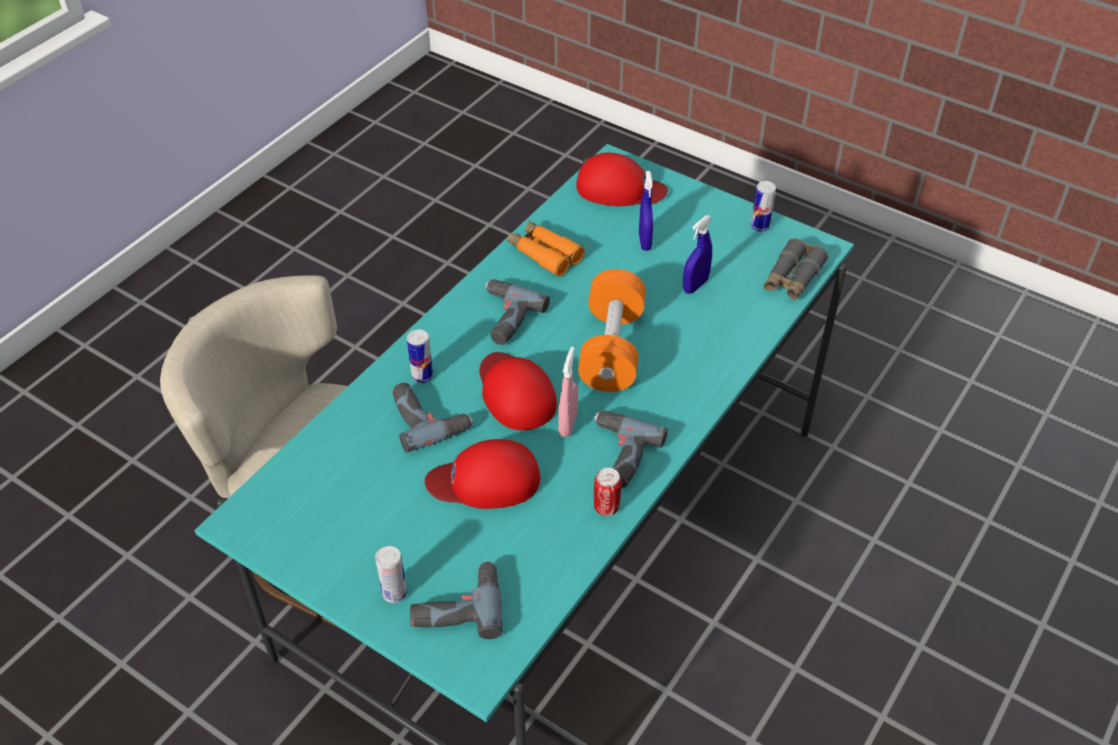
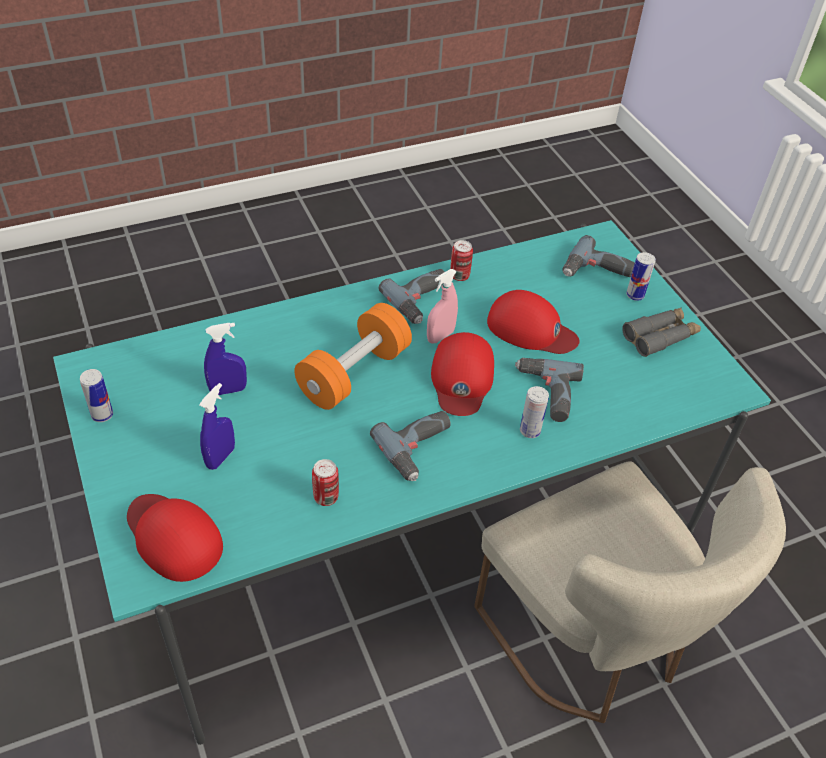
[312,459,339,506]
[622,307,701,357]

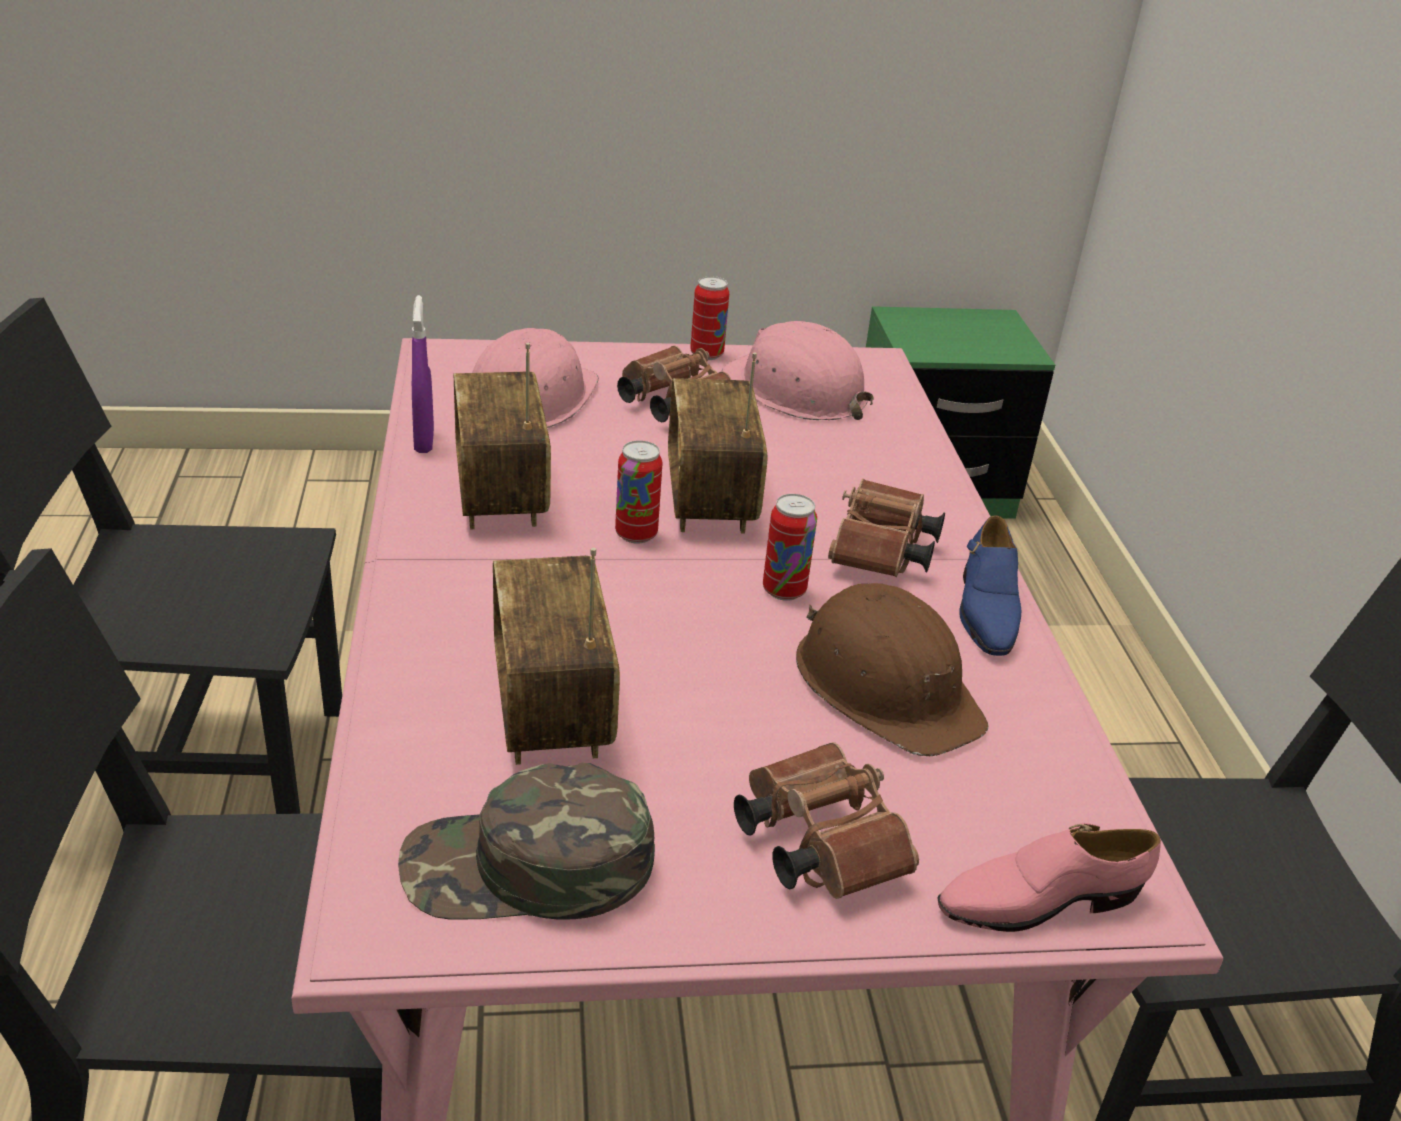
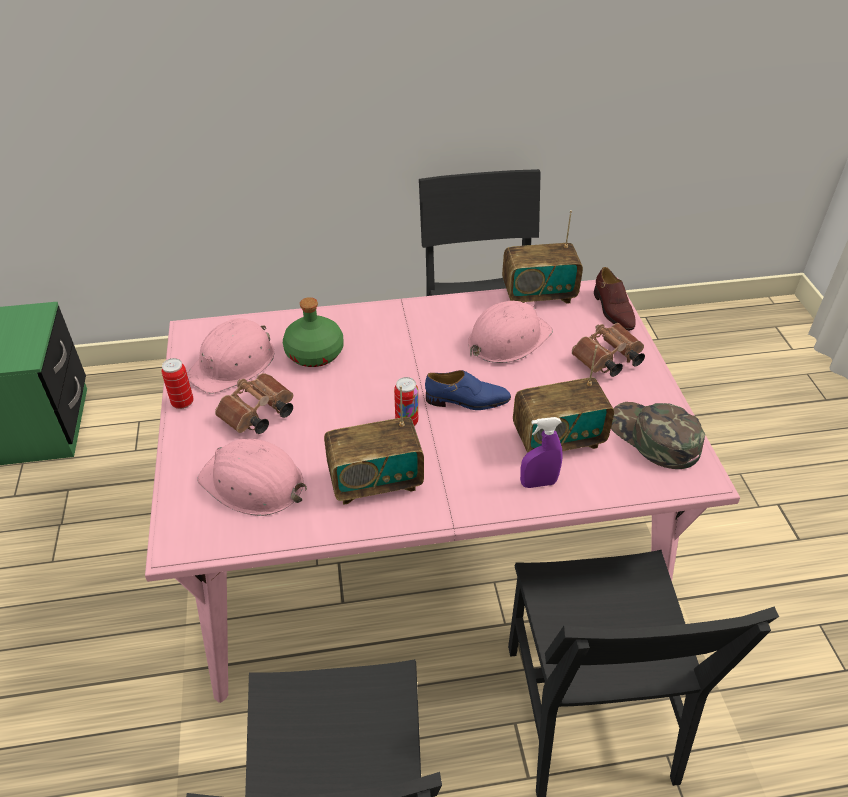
[611,402,705,469]
[520,417,563,488]
[502,210,583,304]
[763,494,817,601] (first image)
[468,301,553,363]
[828,479,945,577] (first image)
[594,267,636,331]
[425,370,511,410]
[283,297,344,367]

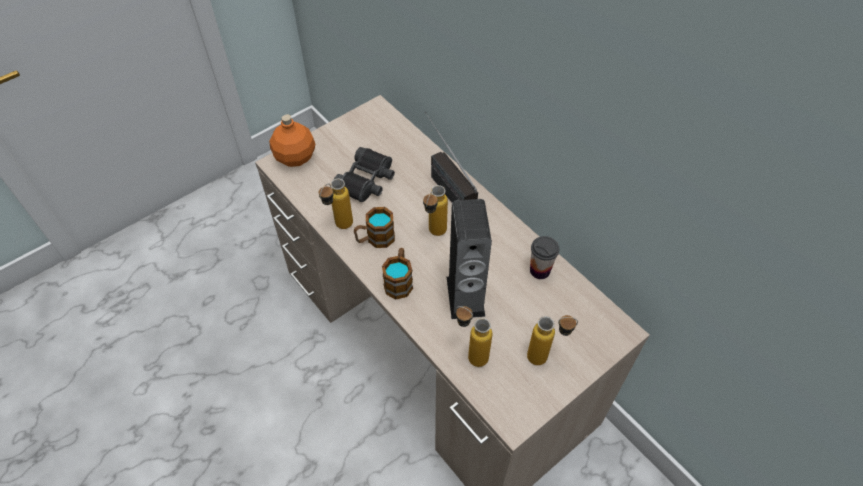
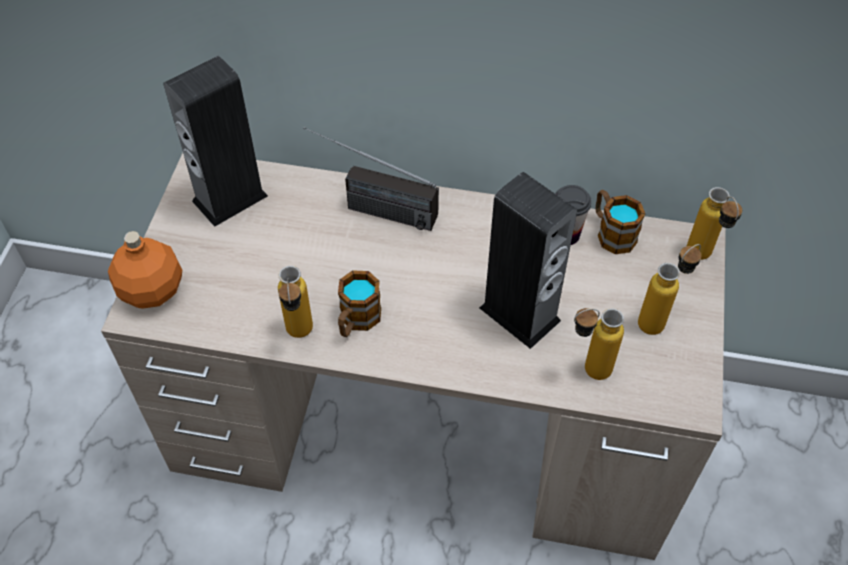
[334,147,395,202] (first image)
[595,190,645,254]
[687,187,743,260]
[163,56,268,227]

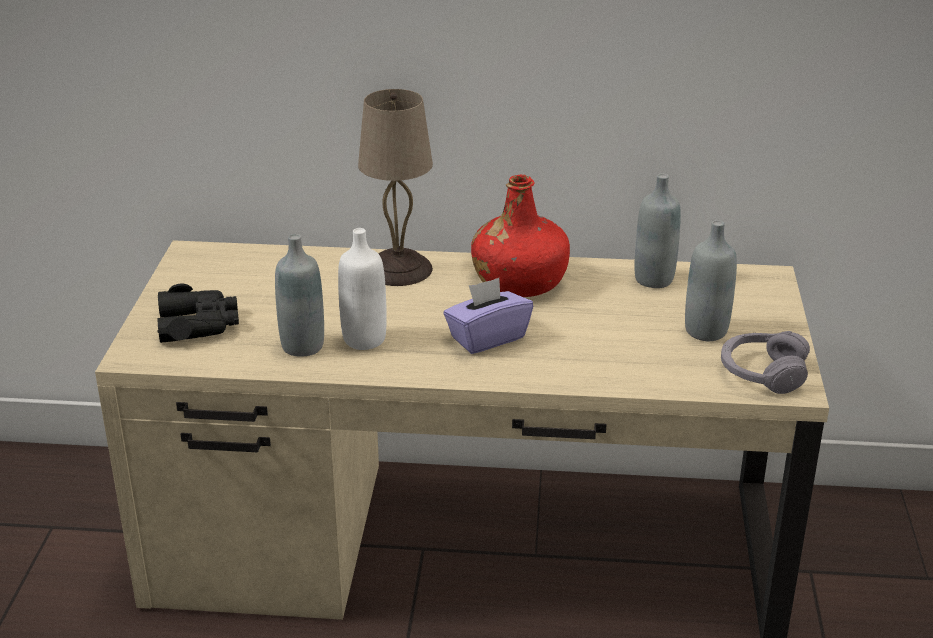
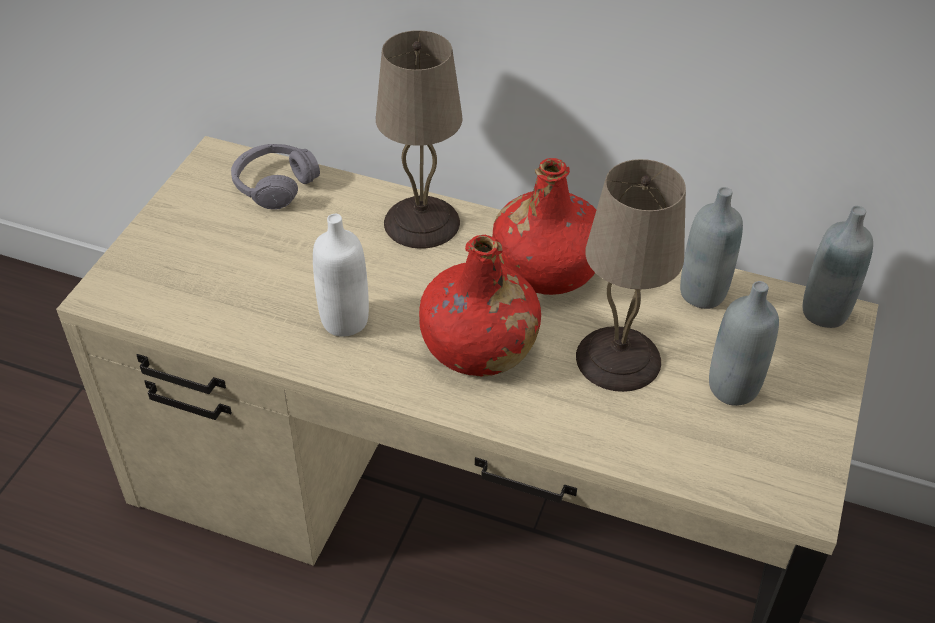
[157,283,239,343] (first image)
[803,206,873,328]
[419,235,541,377]
[231,144,320,210]
[576,159,686,392]

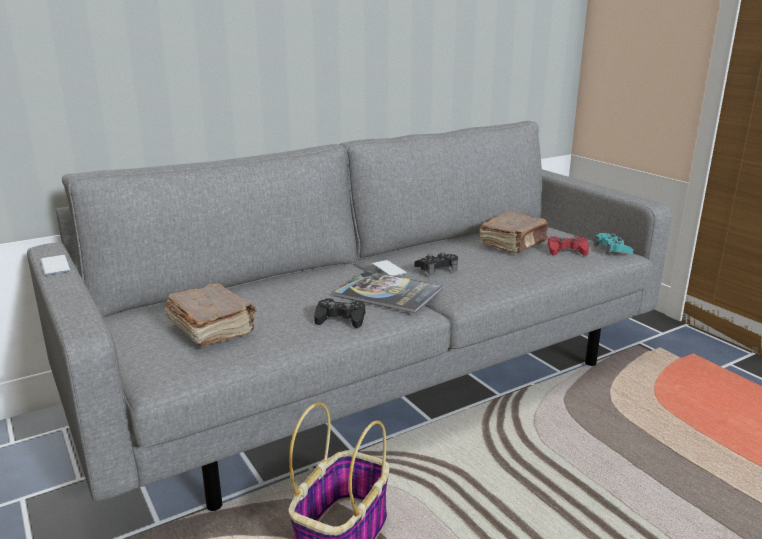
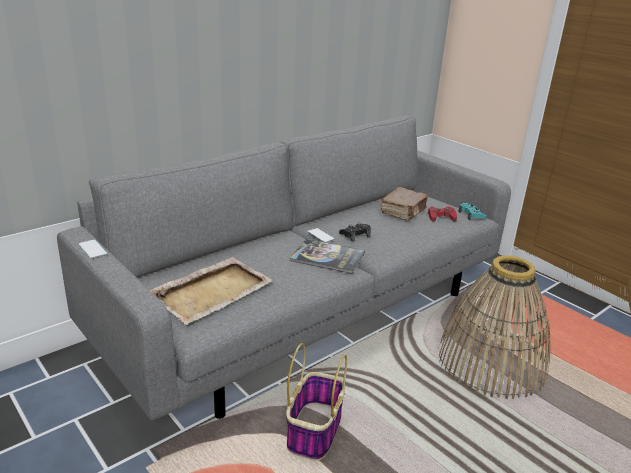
[150,257,273,325]
[314,298,366,328] (first image)
[438,255,551,399]

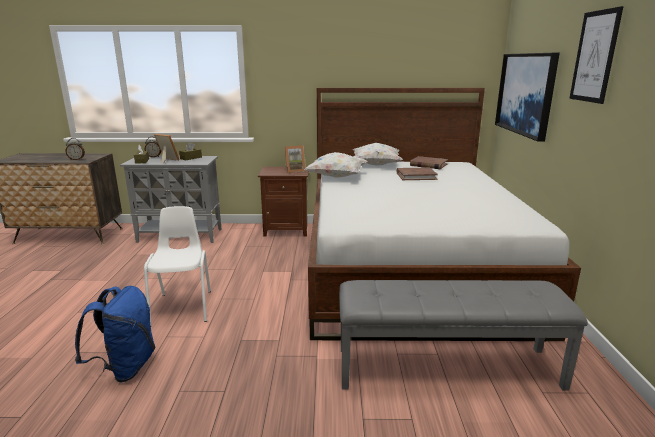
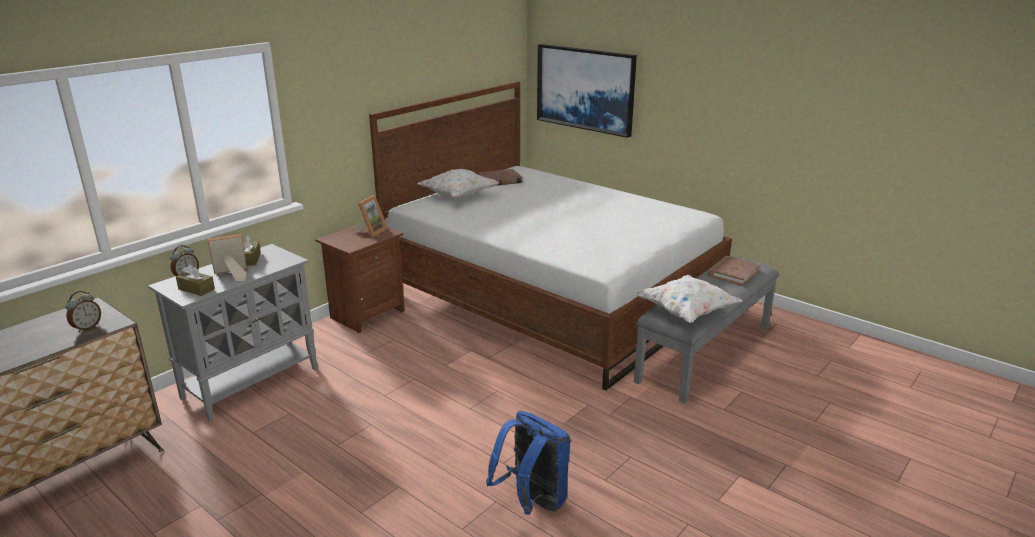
[144,206,211,326] (first image)
[635,275,742,323]
[708,256,760,286]
[569,6,624,104] (first image)

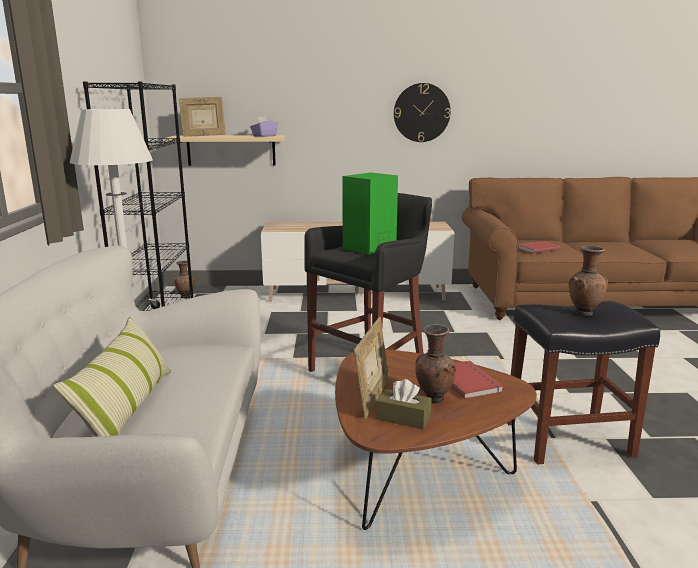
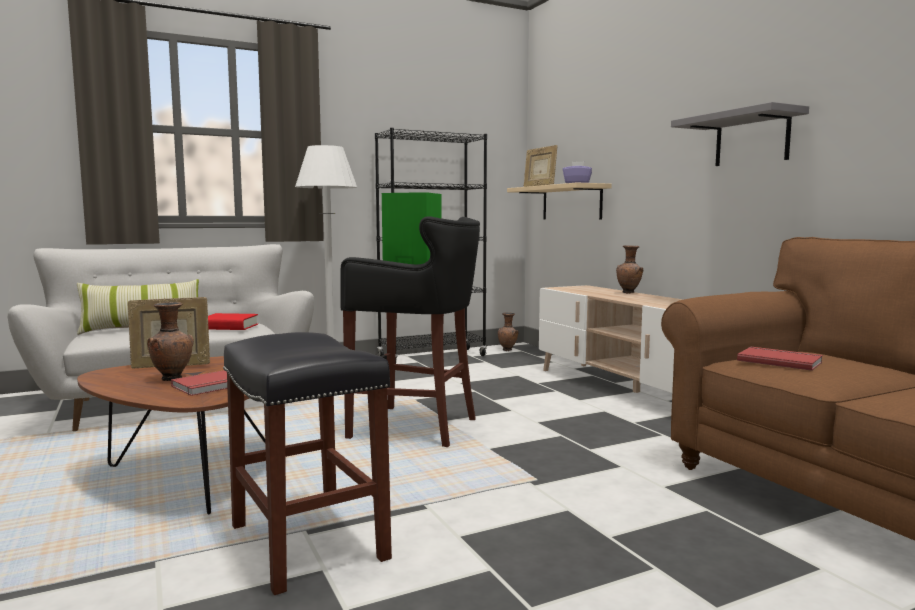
[376,379,432,429] (first image)
[671,102,809,166]
[616,245,643,293]
[208,313,258,330]

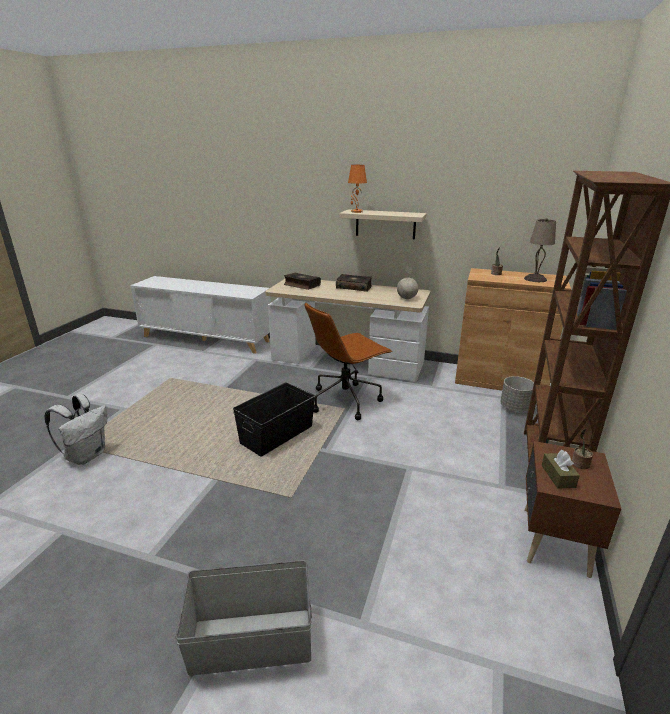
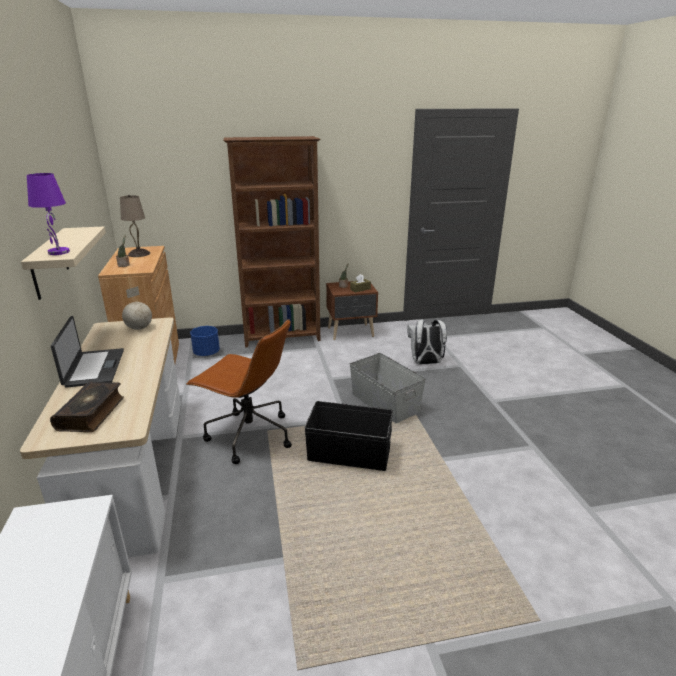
[407,320,447,364]
[350,353,426,423]
[51,316,124,388]
[27,173,70,255]
[190,326,220,356]

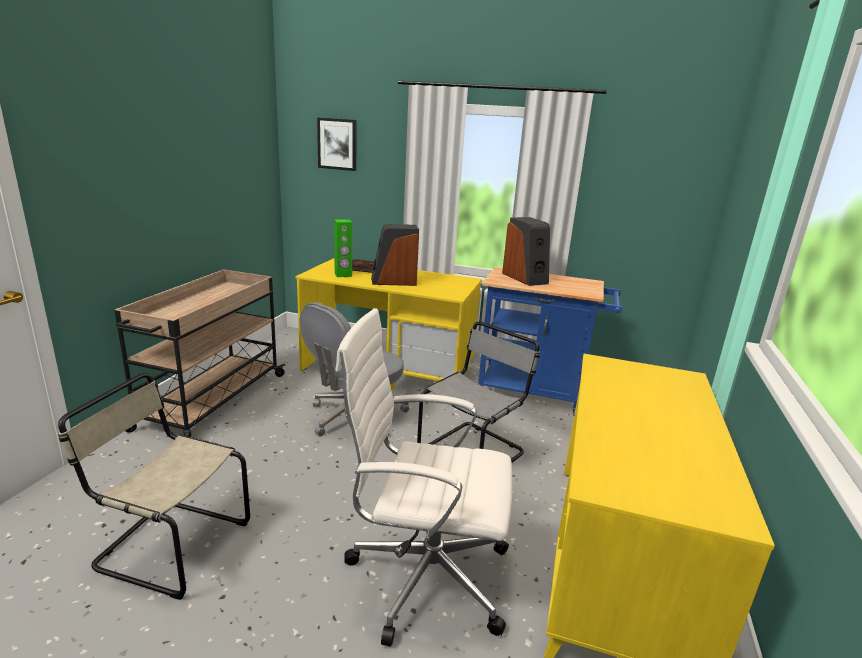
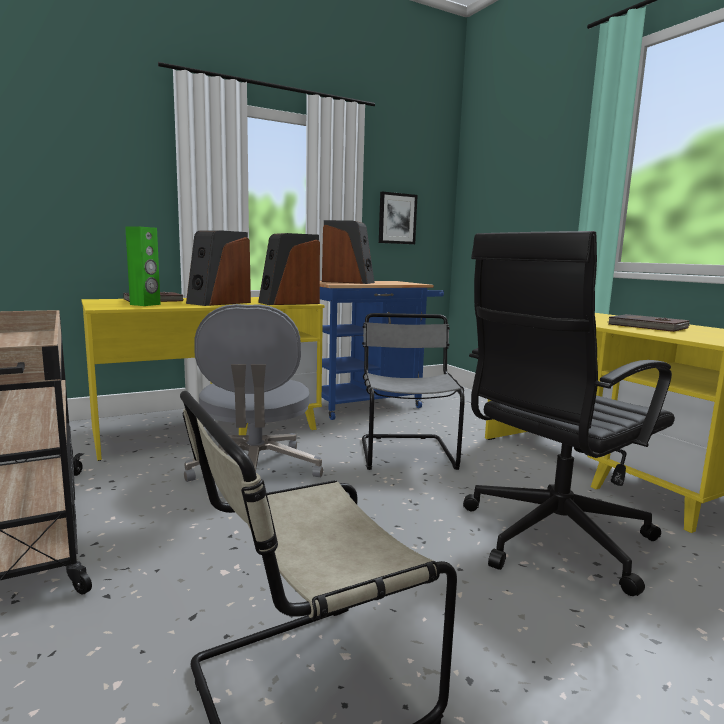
[379,191,418,244]
[463,231,675,596]
[258,233,320,305]
[608,314,690,332]

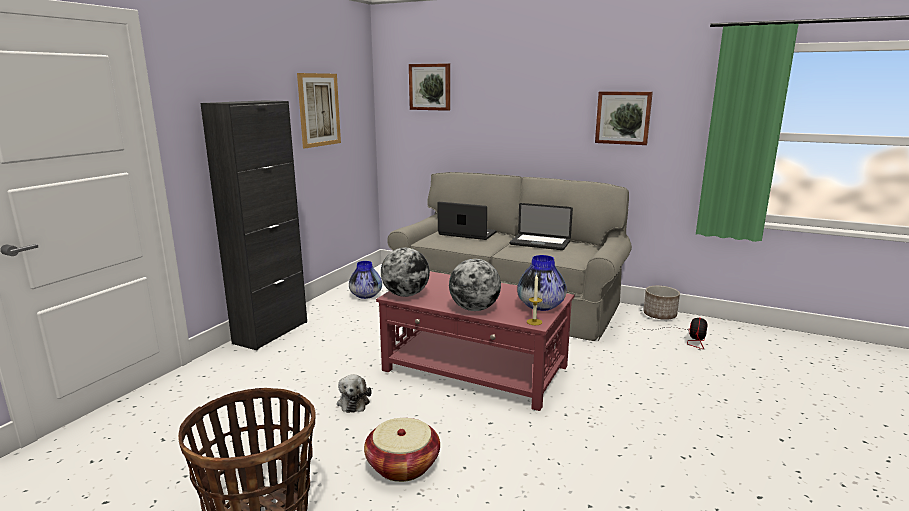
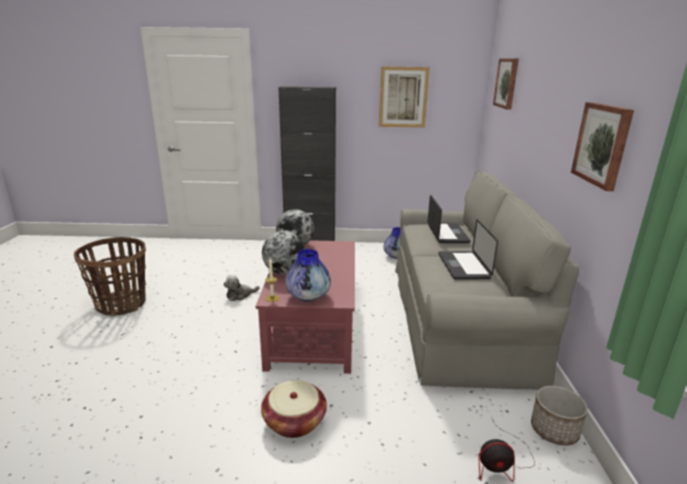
[261,380,327,438]

